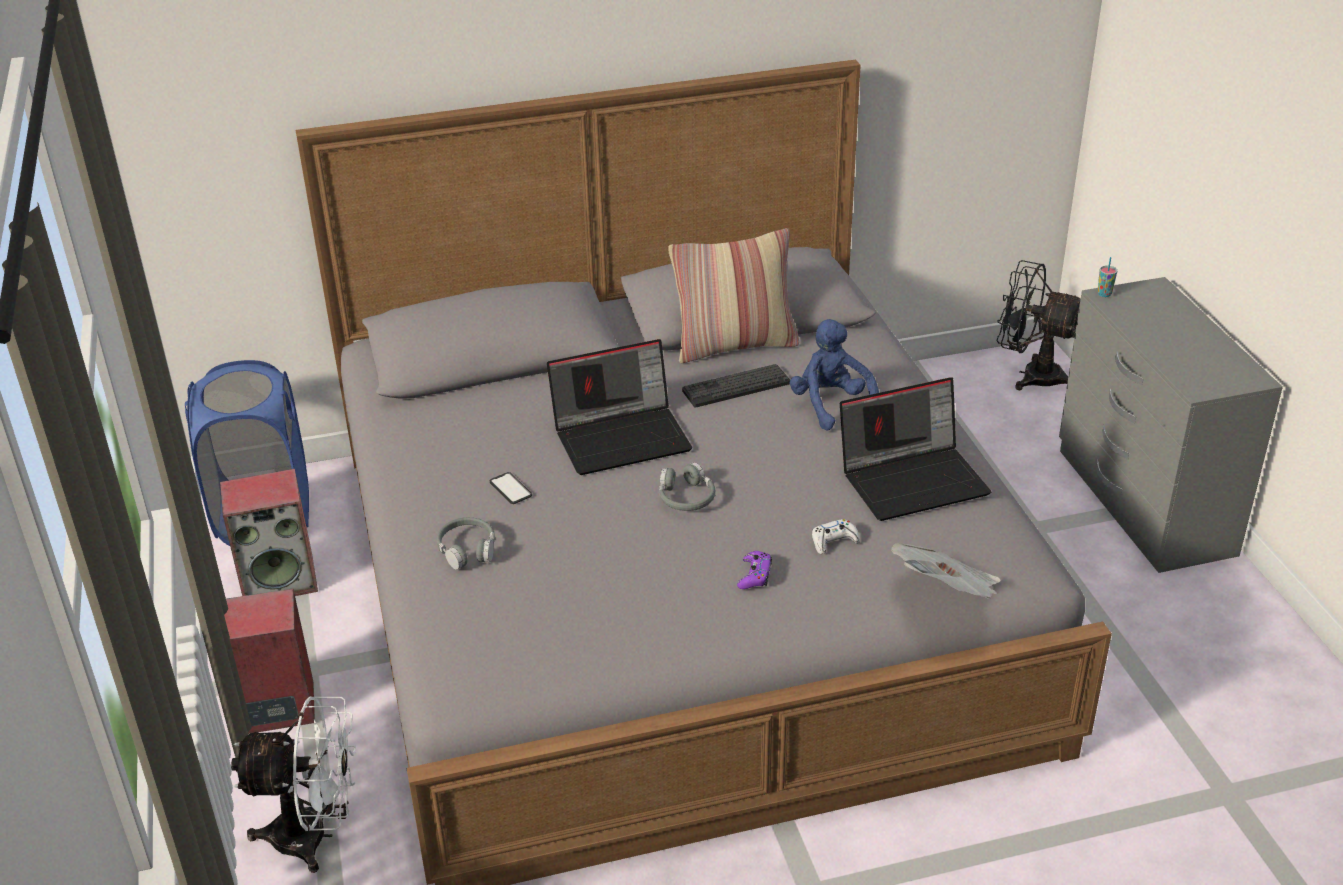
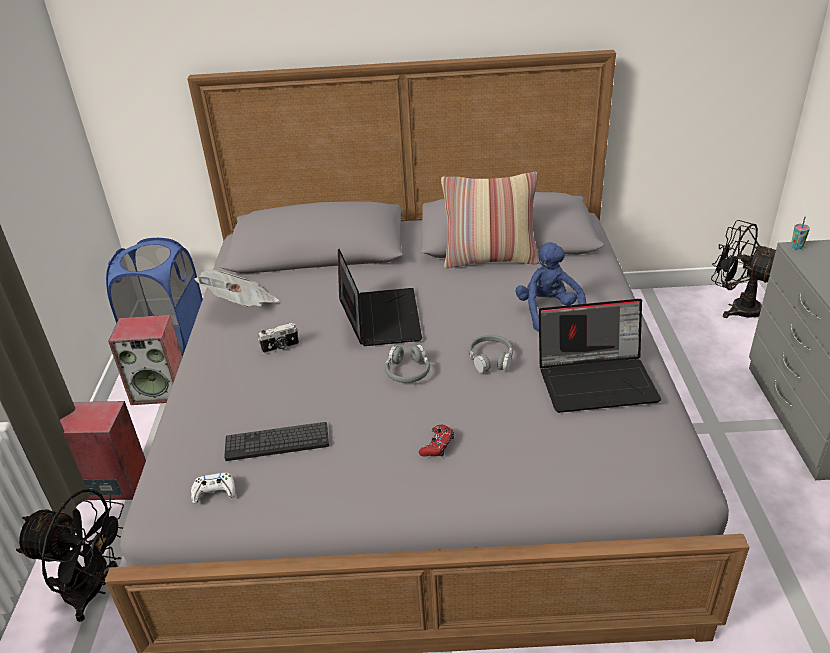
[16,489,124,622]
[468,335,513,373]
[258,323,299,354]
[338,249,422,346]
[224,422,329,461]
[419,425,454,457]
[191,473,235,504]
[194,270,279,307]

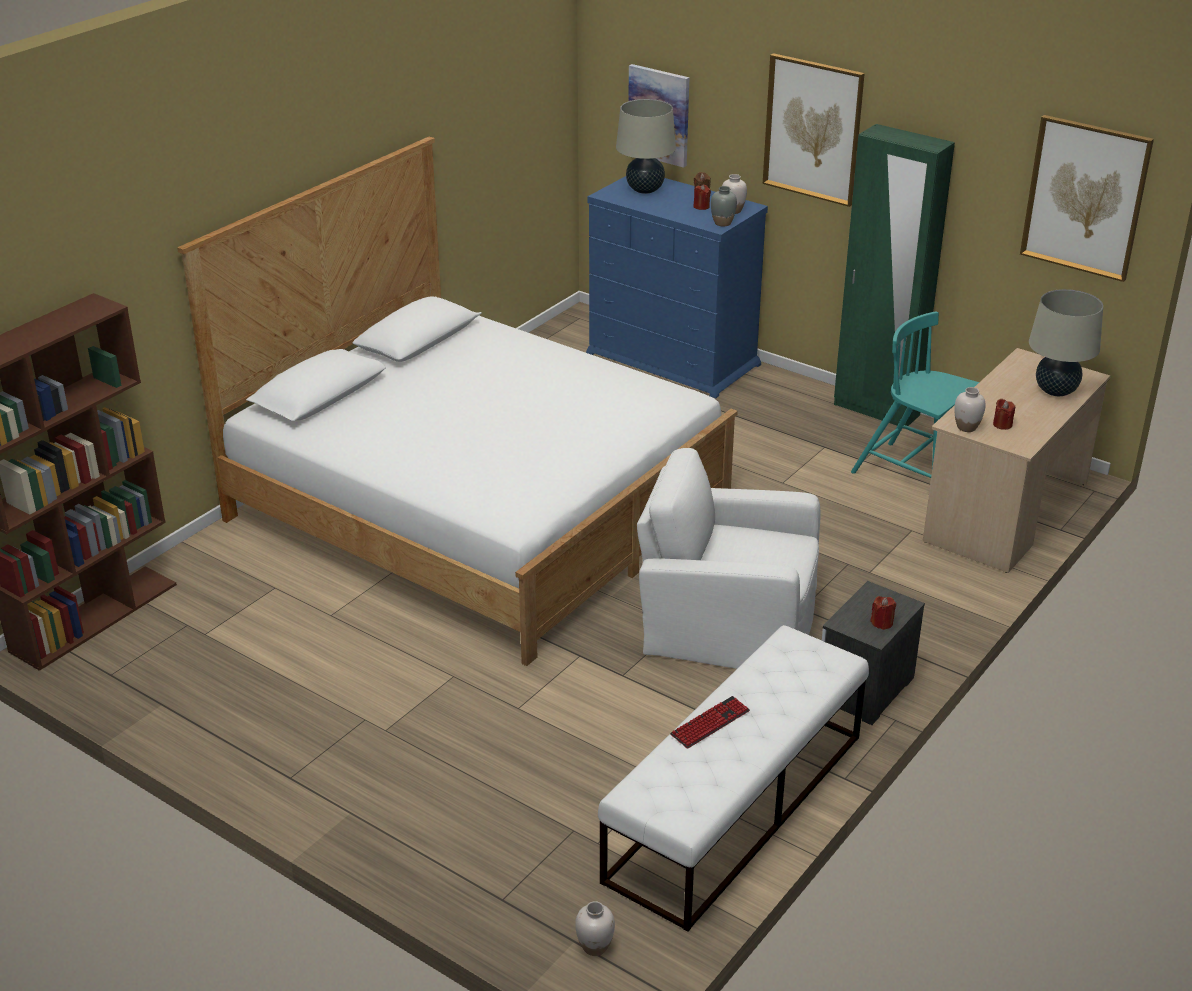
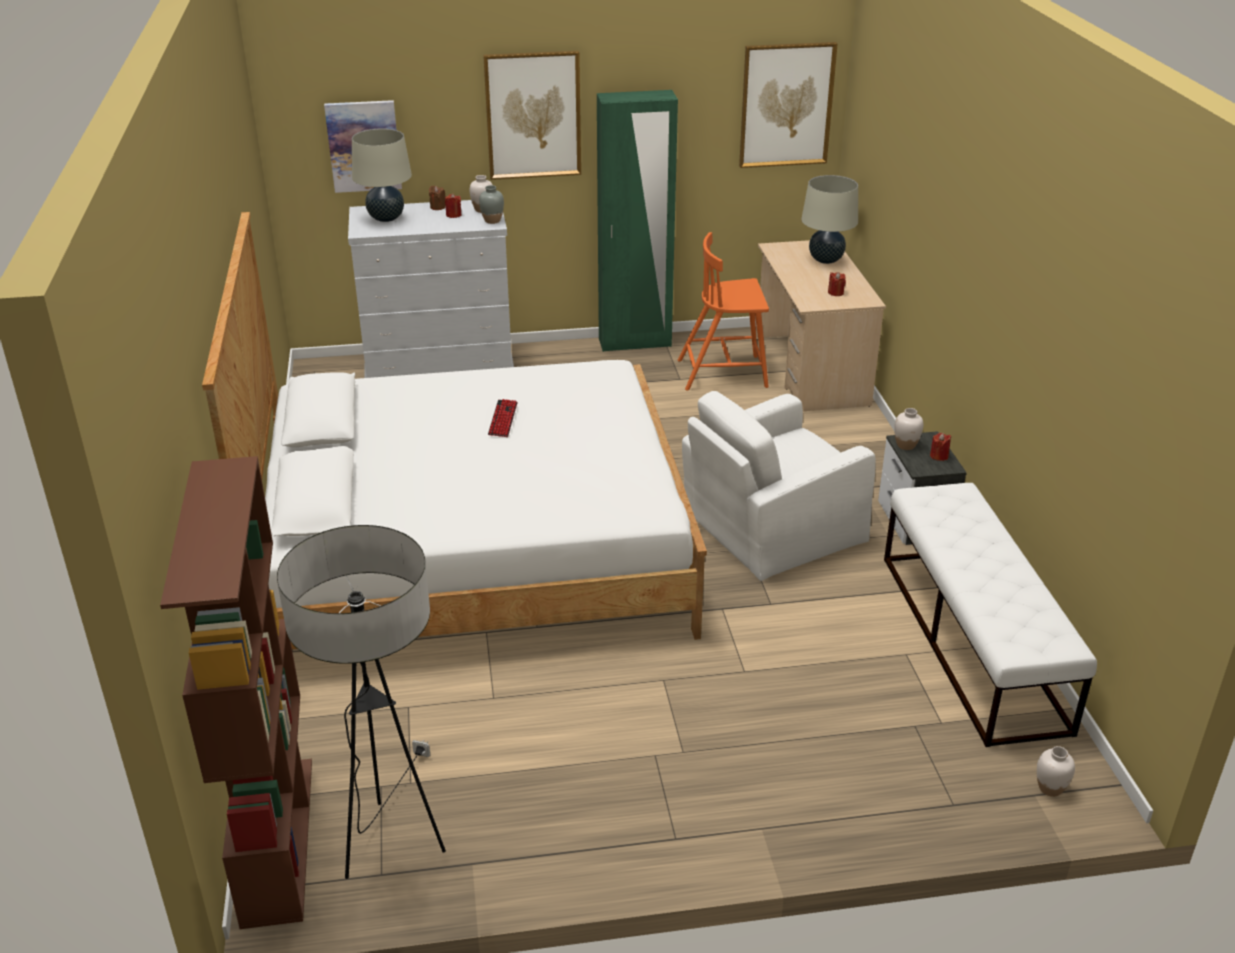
[348,200,514,378]
[488,399,518,437]
[678,232,769,391]
[894,408,924,450]
[277,525,446,879]

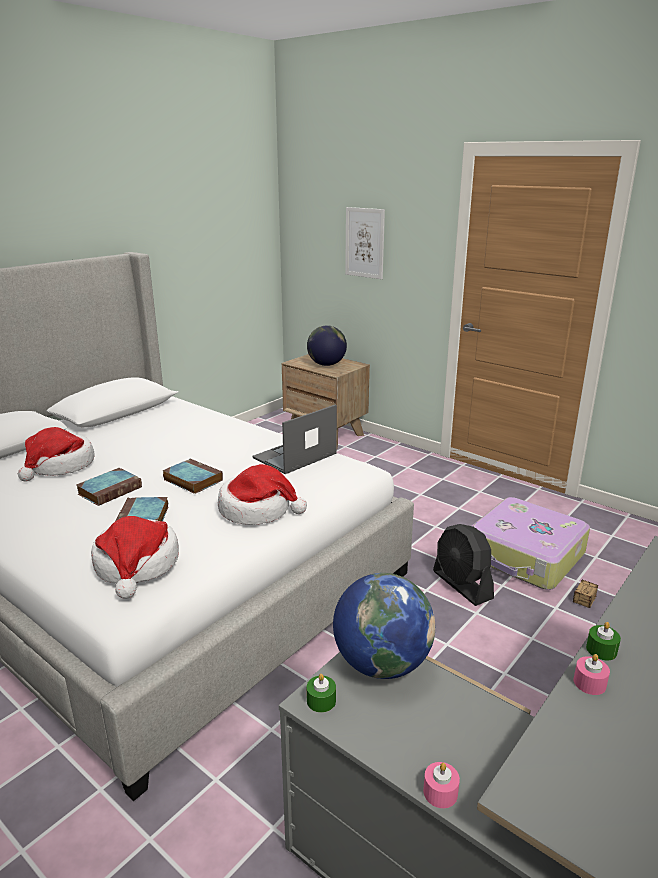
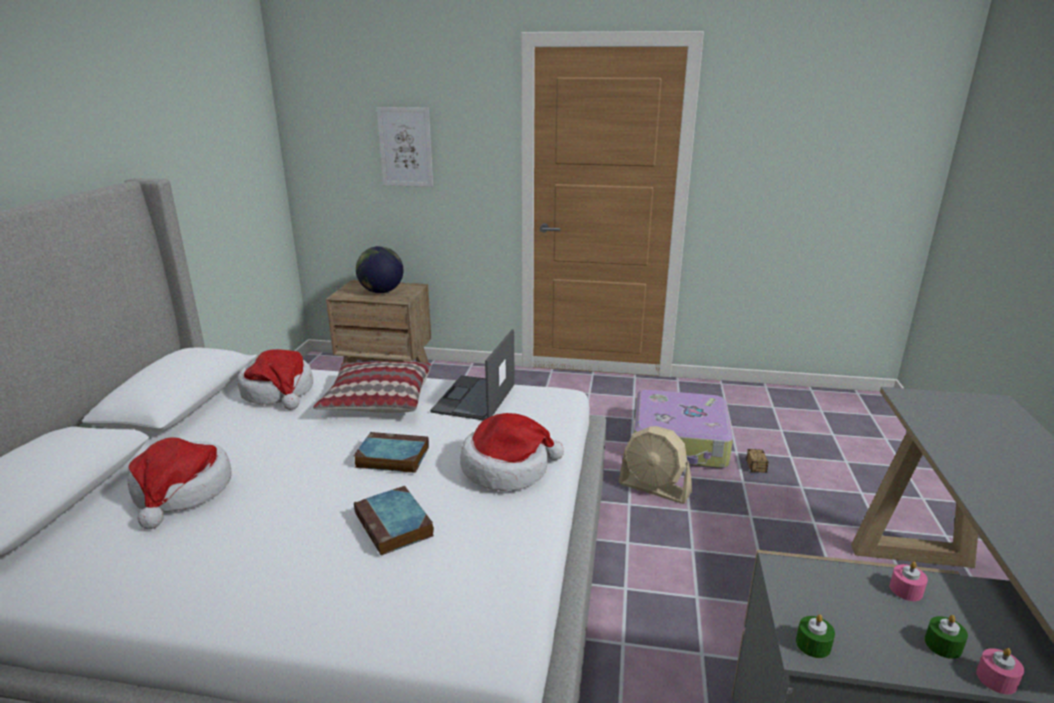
[76,468,142,506] (first image)
[238,349,313,410]
[333,573,435,679] (first image)
[618,426,692,504]
[890,562,928,601]
[925,615,968,659]
[313,361,431,413]

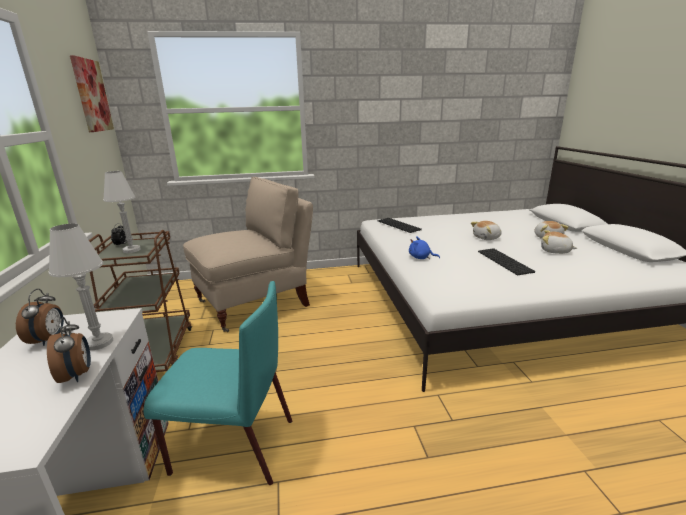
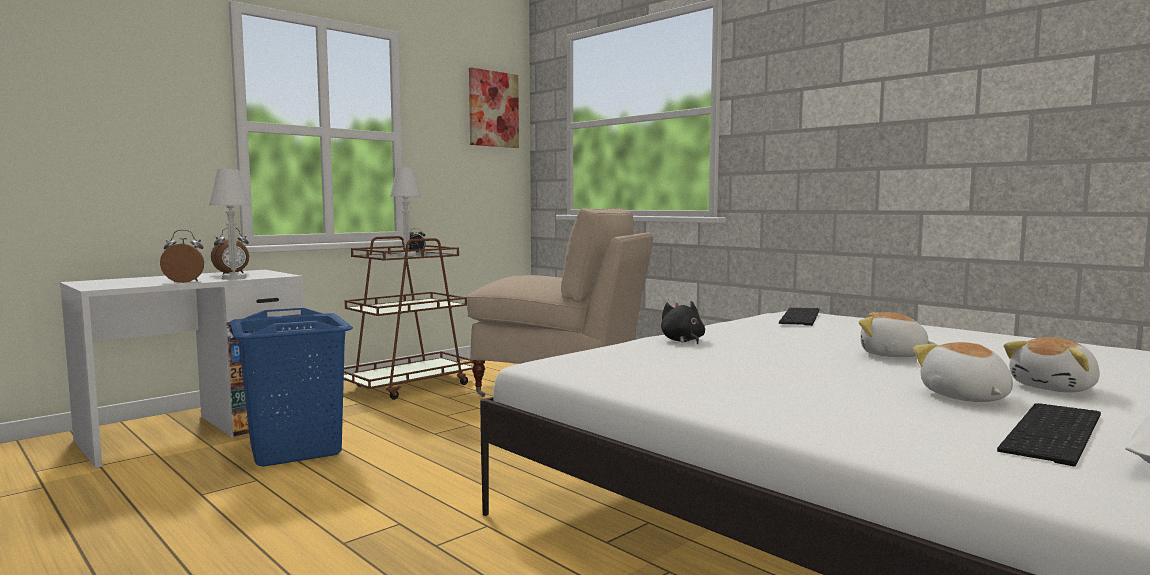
[160,230,204,283]
[230,308,353,467]
[661,301,705,344]
[997,403,1101,466]

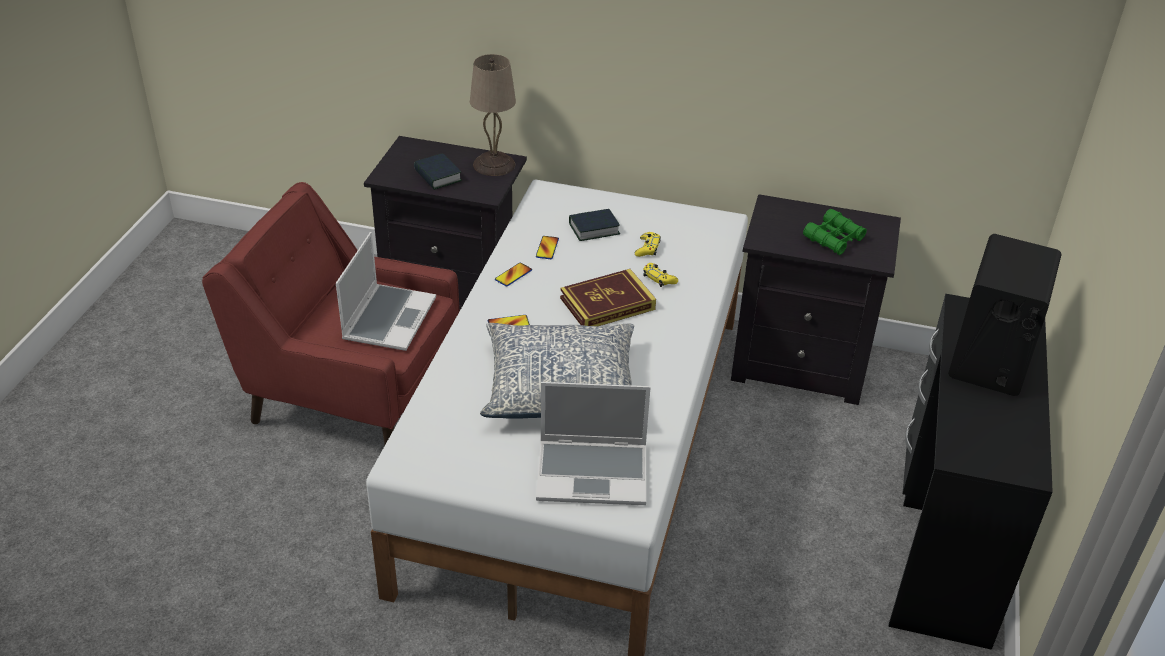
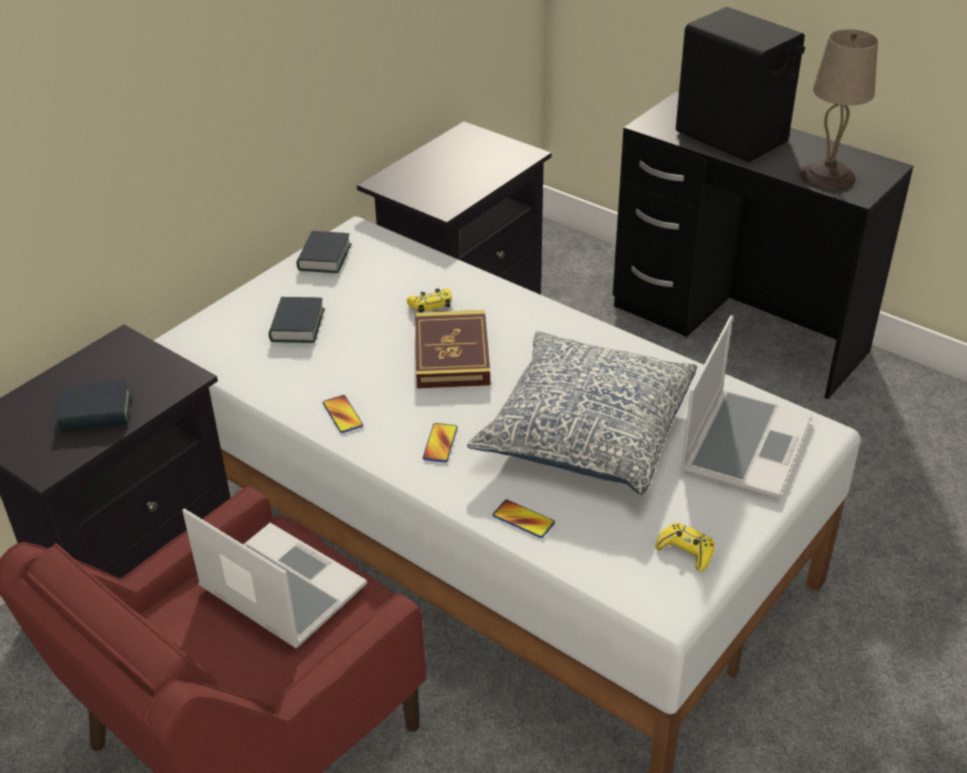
[800,29,878,191]
[493,500,555,538]
[655,523,715,571]
[803,209,867,255] (first image)
[297,231,352,273]

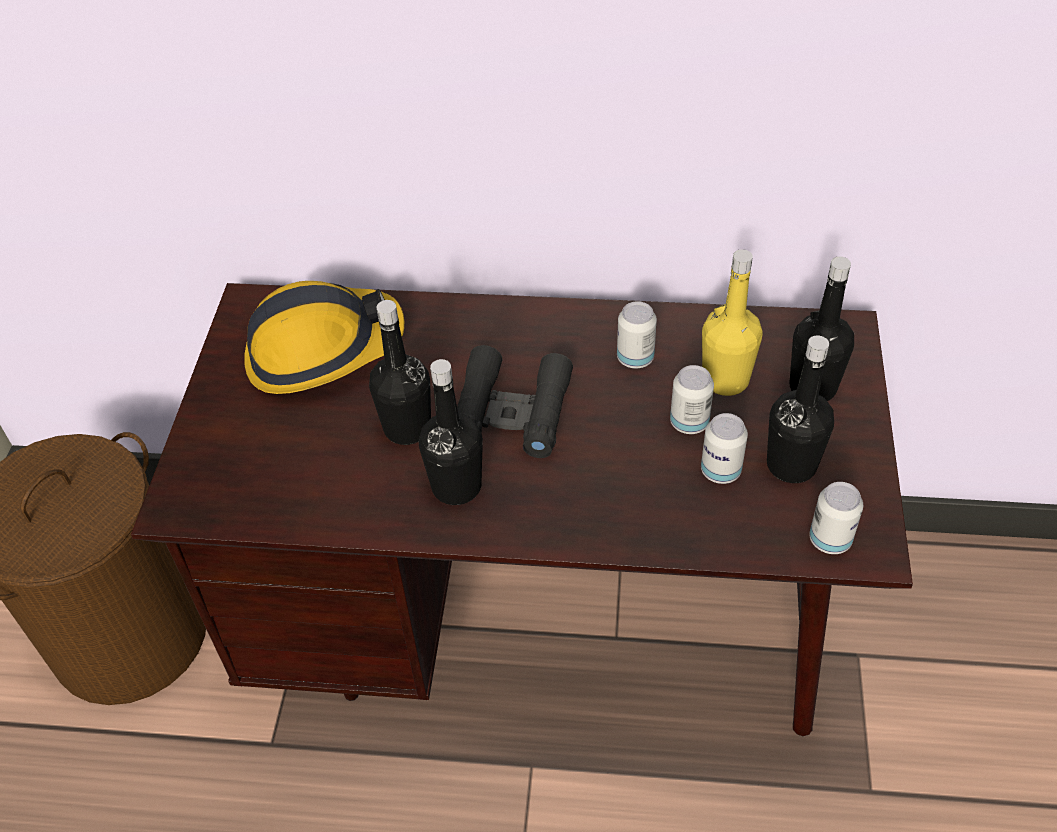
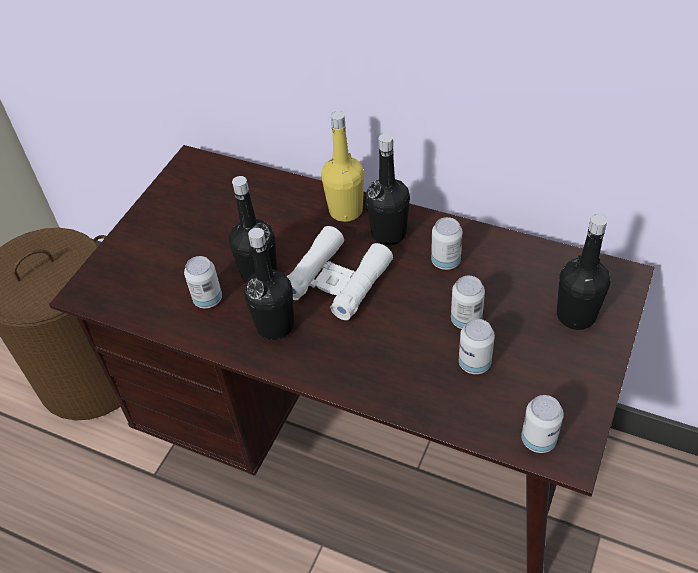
[244,281,404,394] (first image)
[287,226,393,320]
[321,111,364,222]
[366,133,410,245]
[184,256,222,308]

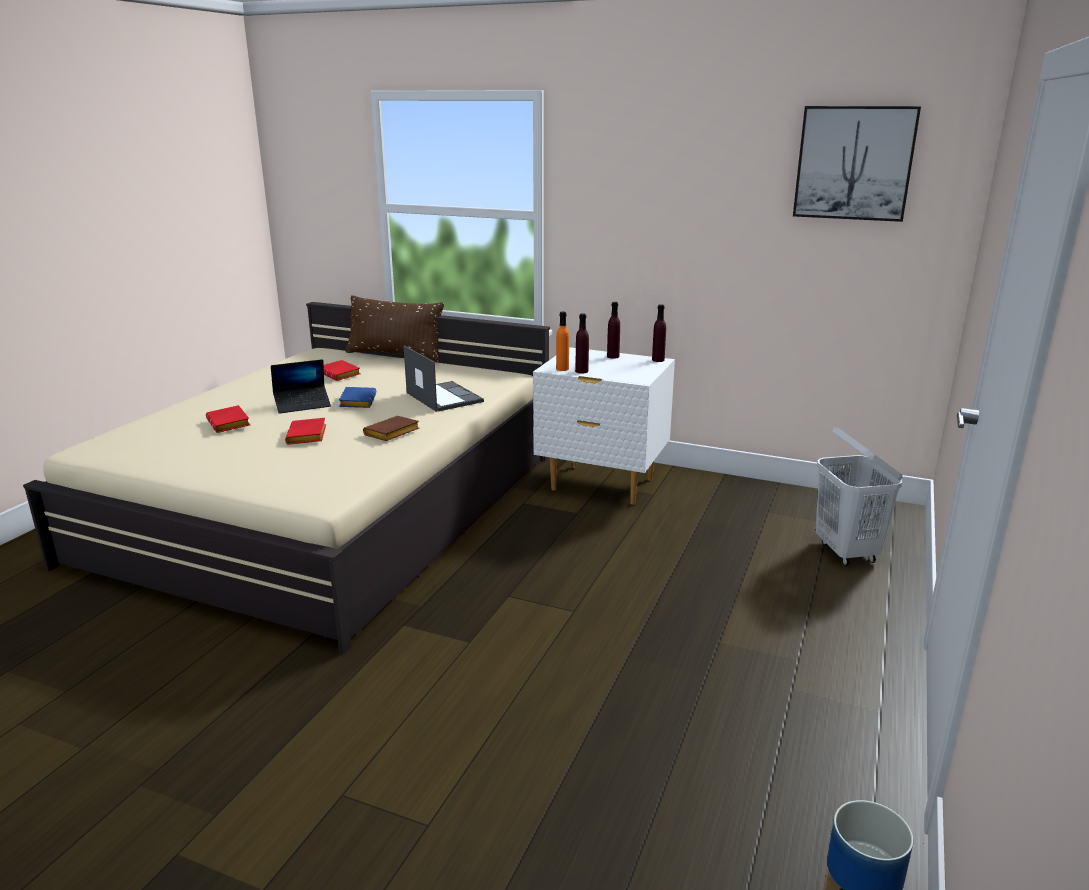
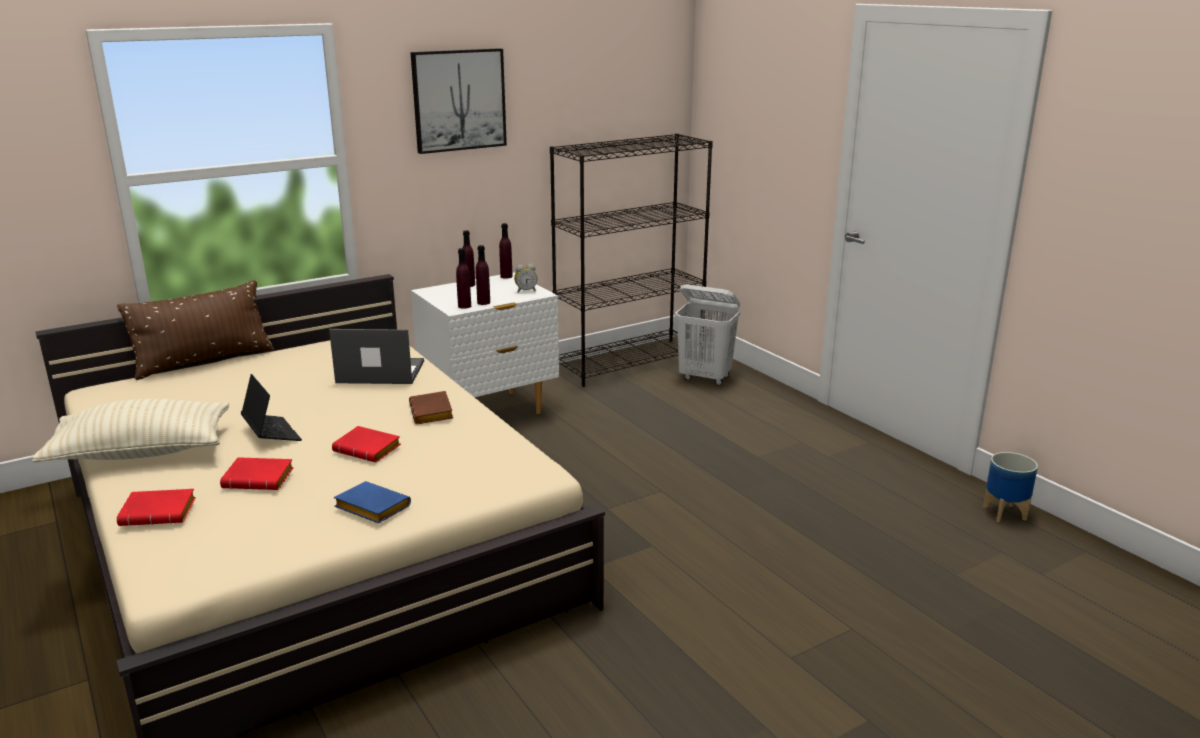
[241,374,302,441]
[117,489,196,526]
[334,481,411,523]
[456,248,471,309]
[411,48,507,154]
[32,399,230,463]
[514,264,537,293]
[550,133,713,387]

